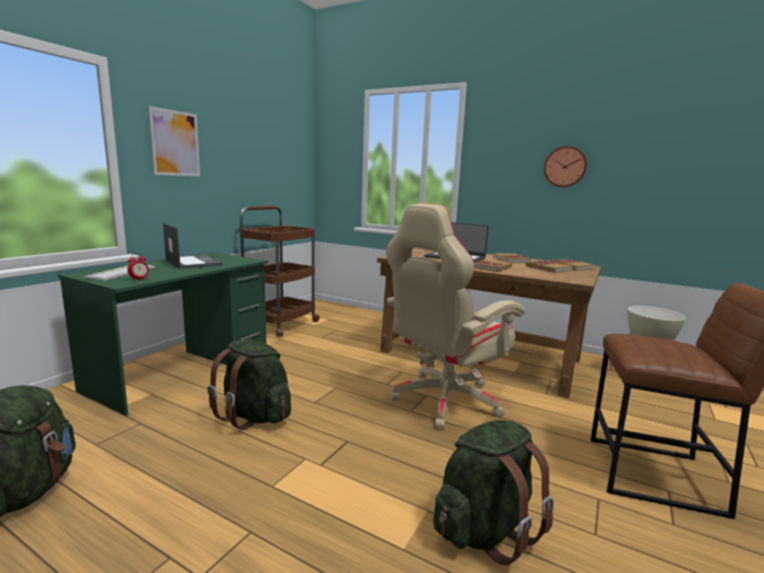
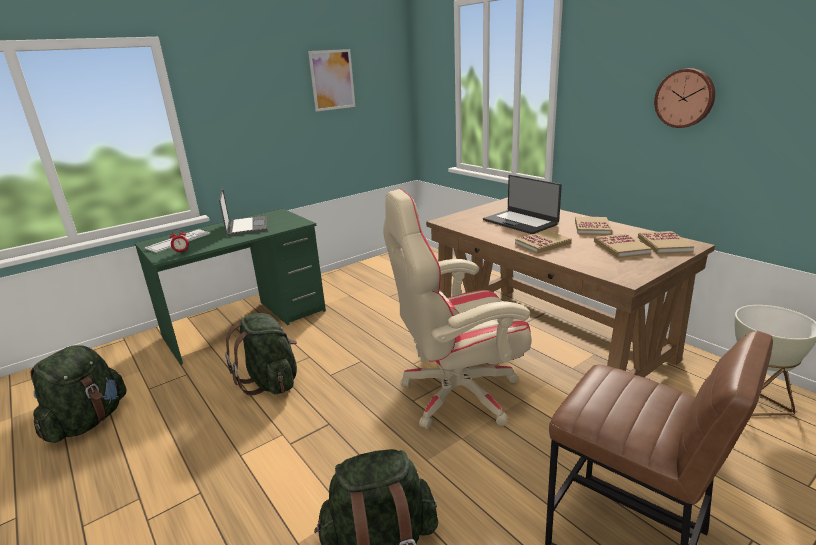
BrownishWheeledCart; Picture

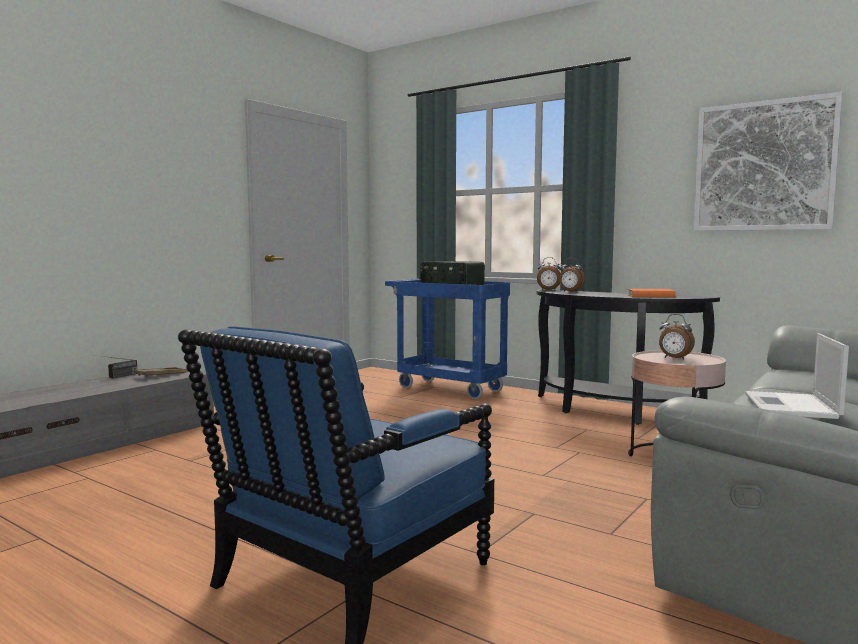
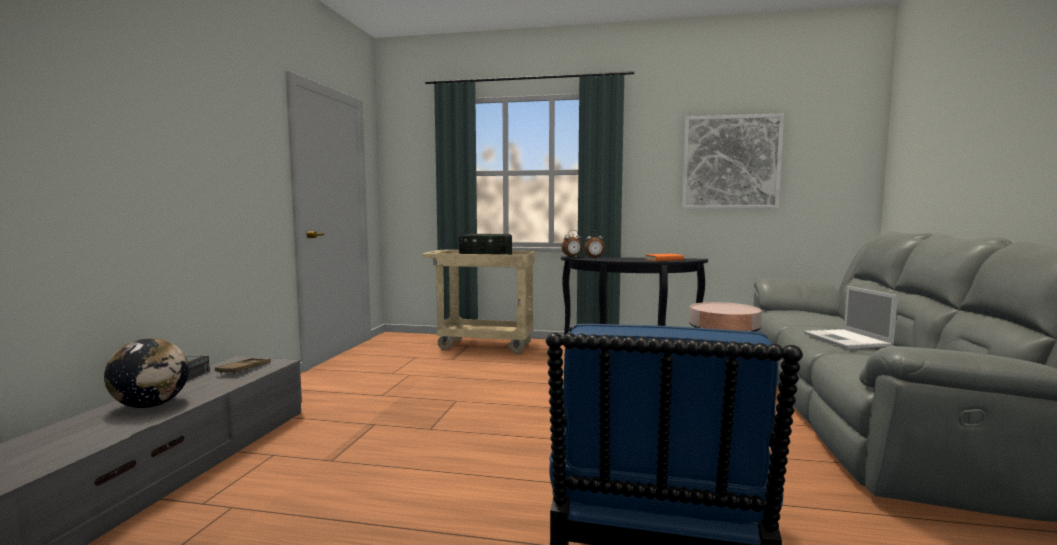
TableClock (3rd from left in the first image); Globe; BeigeWheeledCart

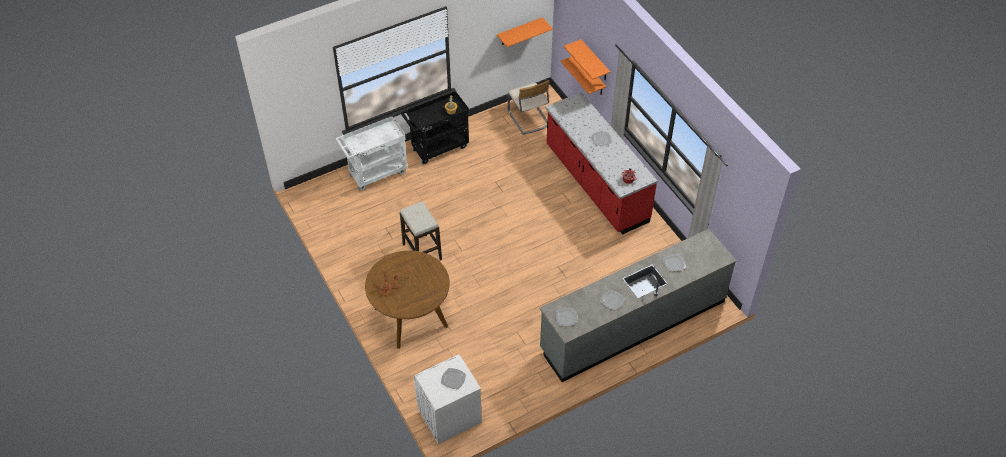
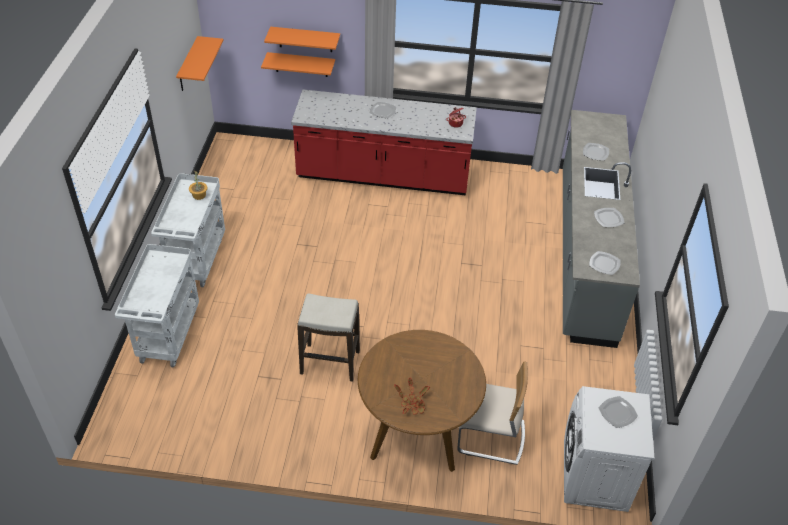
BeigePlainChair; WhiteColouredWheeledCart (2nd from left)

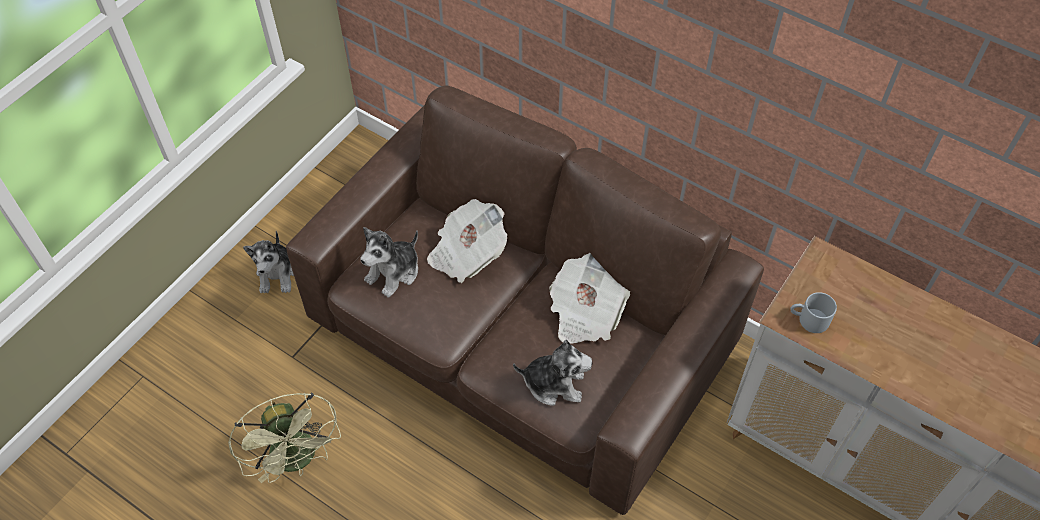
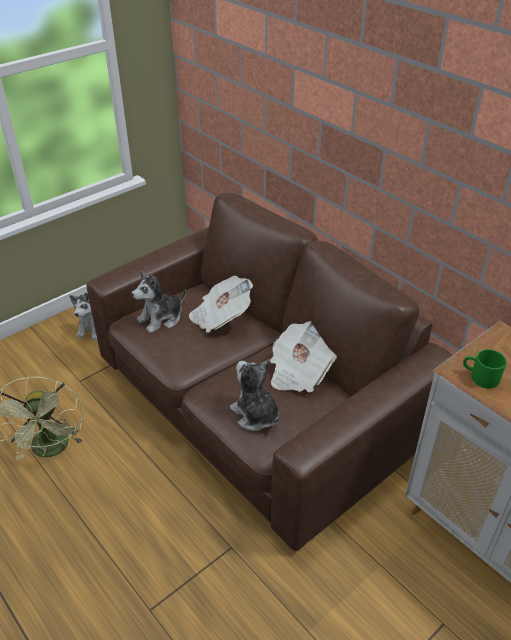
GreenTeaMug; PlushToy (3rd from left)

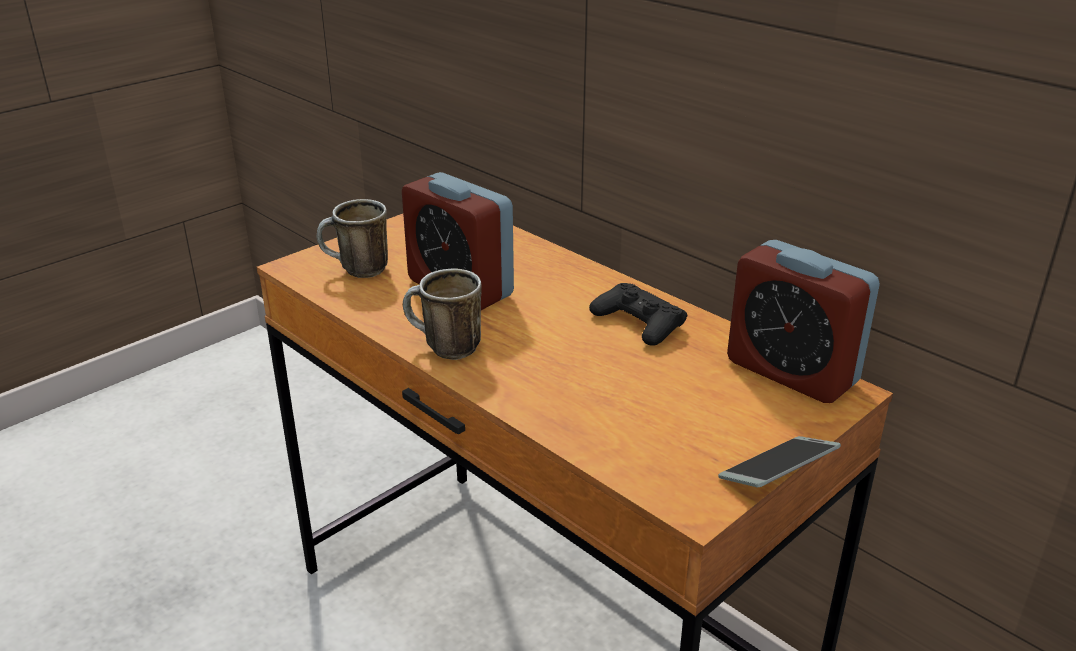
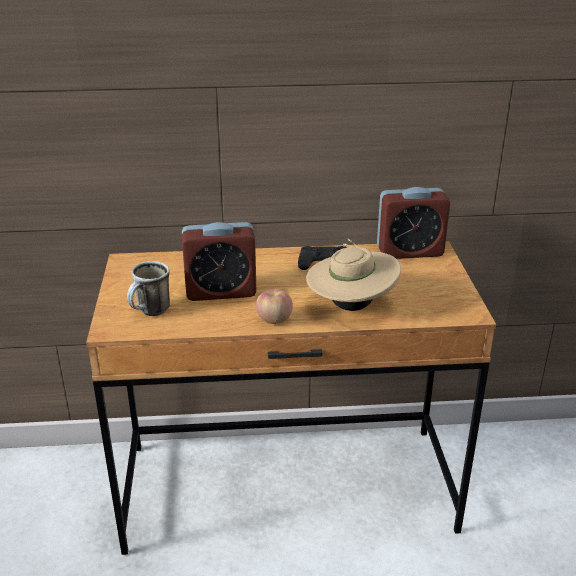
Telephone; BeigeClothingHat; Apple

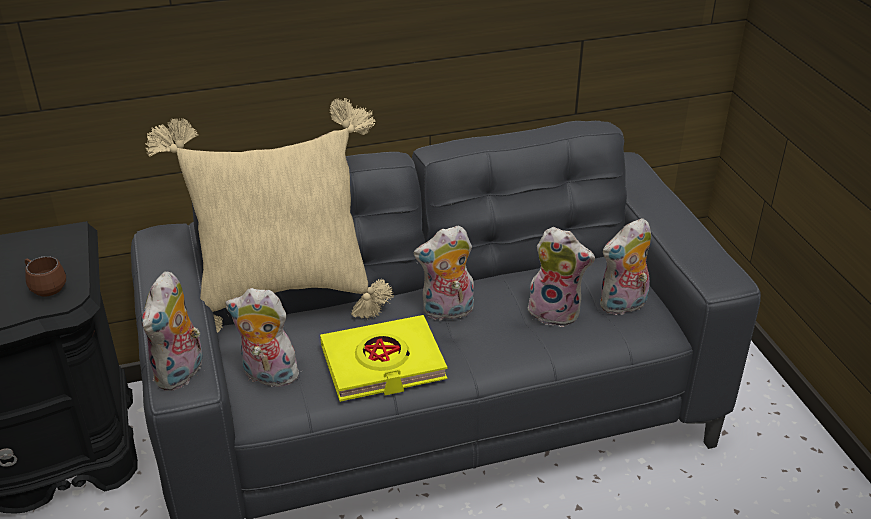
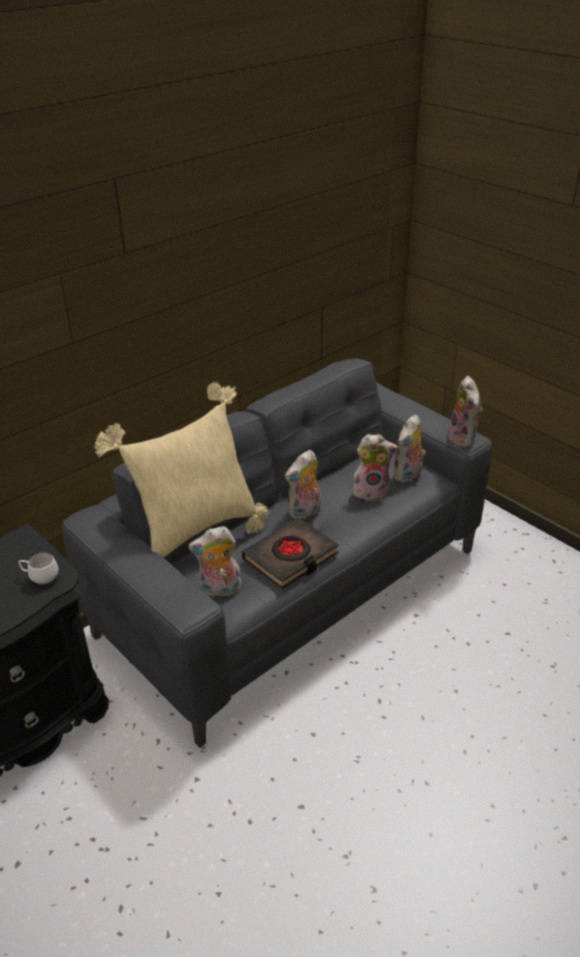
PlushToy (5th from left); WhiteColouredTeaMug; BlackVolume

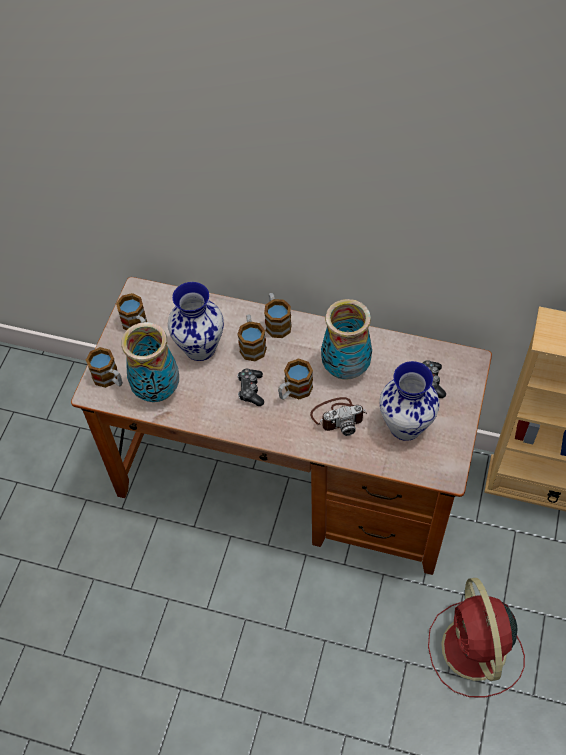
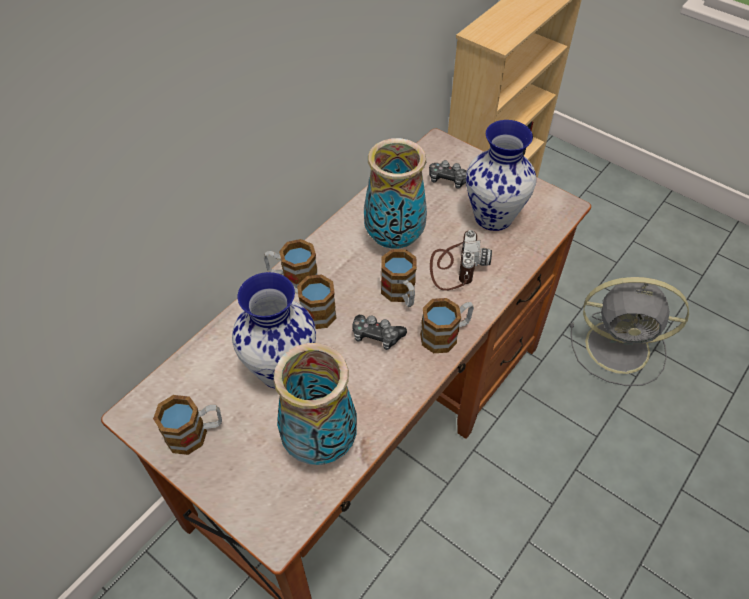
TeaMug (5th from left); GreyishElectricFan

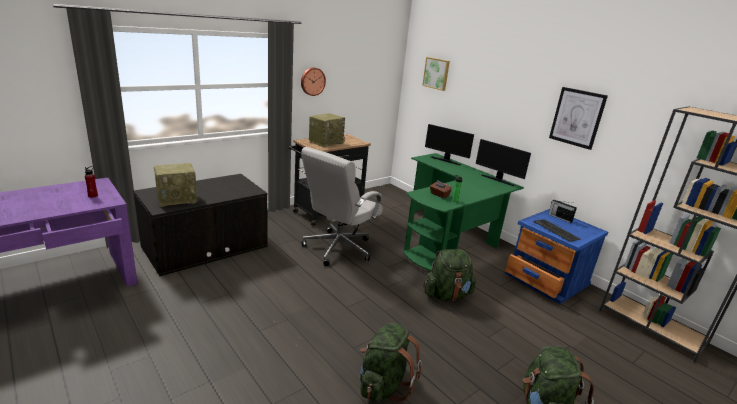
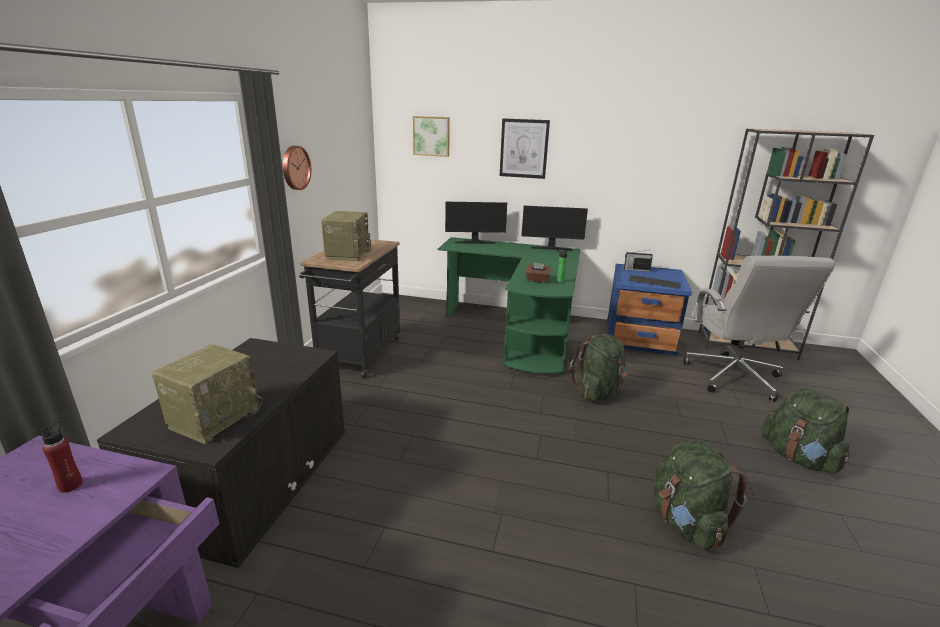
GreyishDeskChair; Picture (2nd from left)

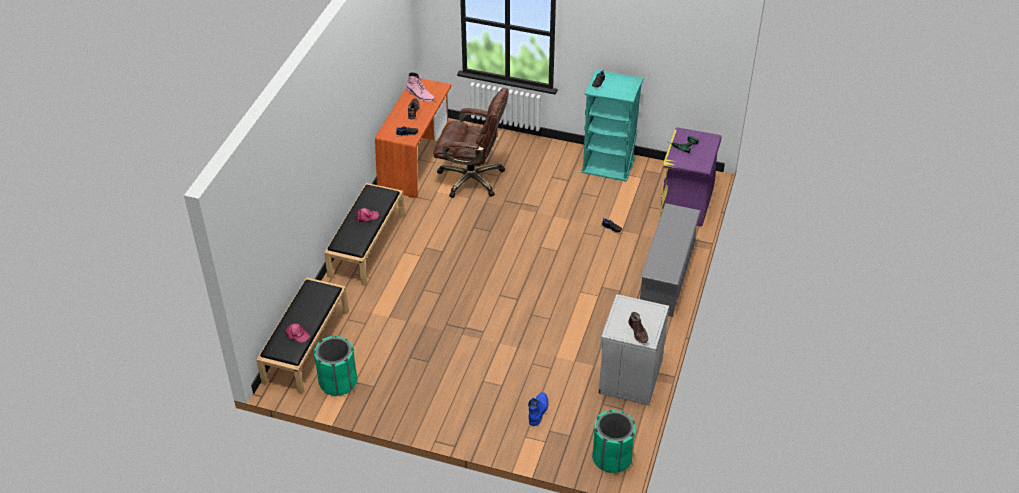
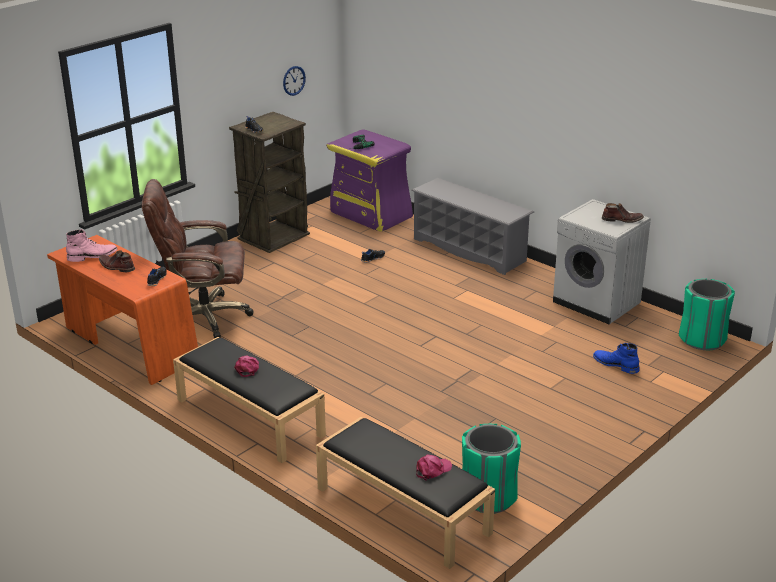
HangingClock; BrownishBookshelf; BrownishDeskChair

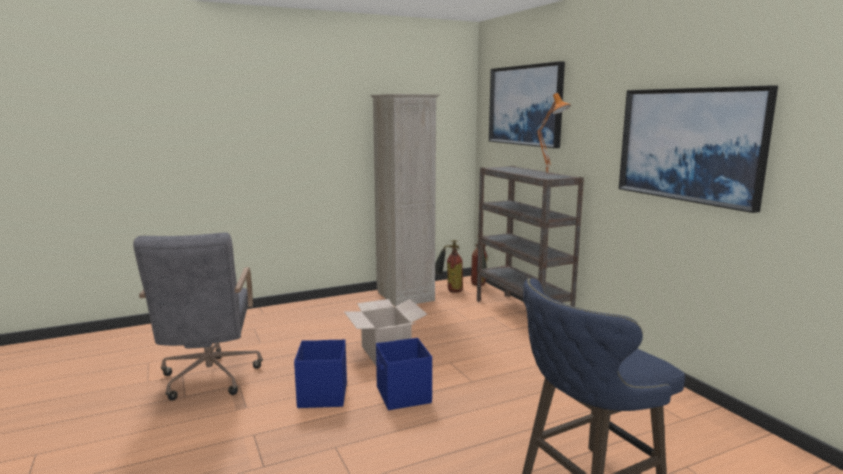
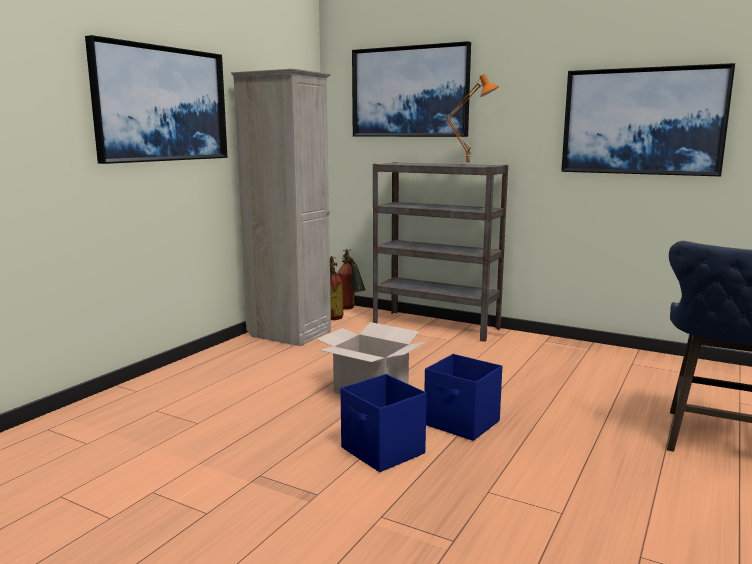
GreyishDeskChair; Picture (1st from left)

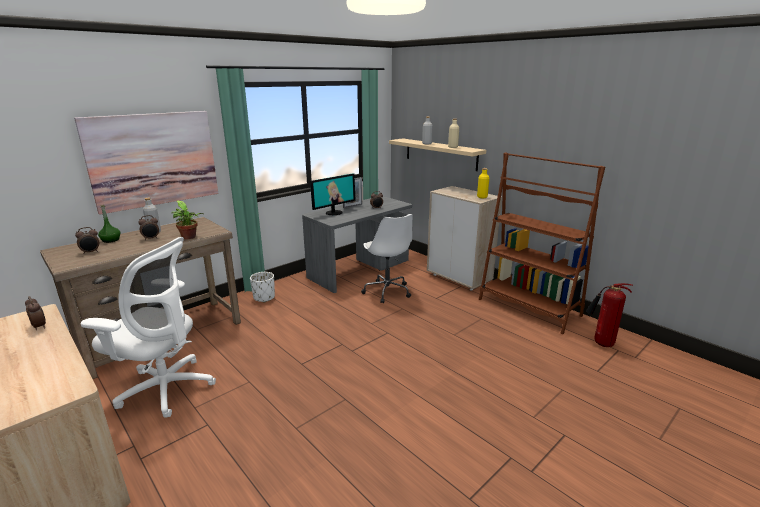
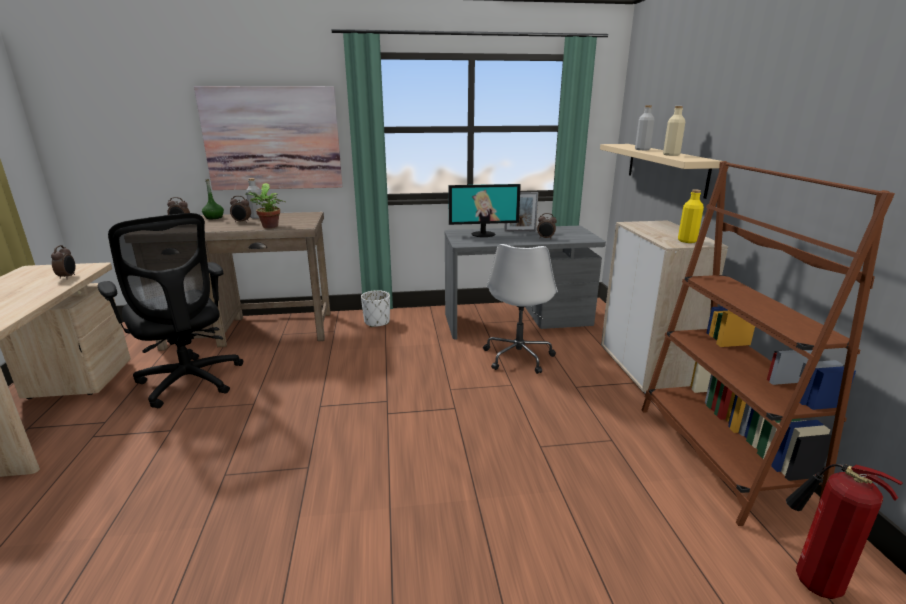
BlackDeskChair

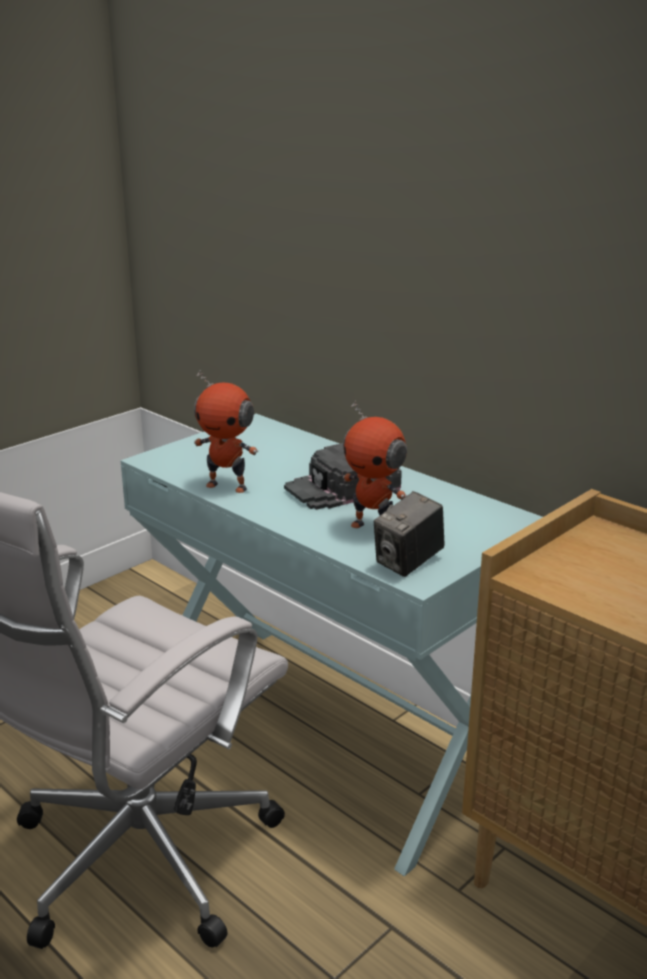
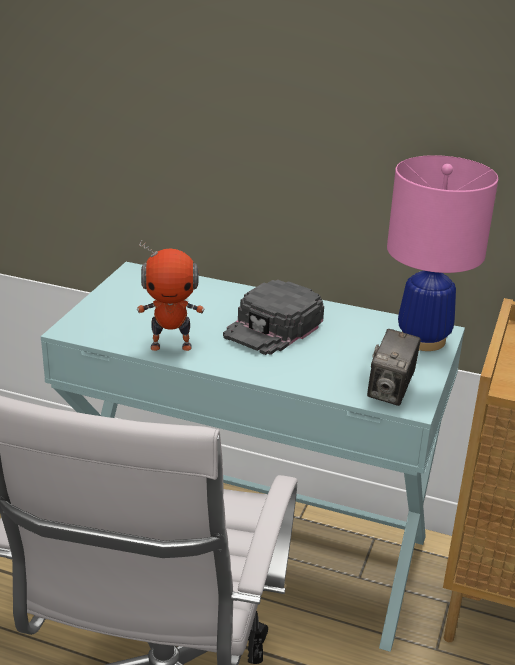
RobotFigure (2nd from left in the first image); PinkColouredTabletopLamp

